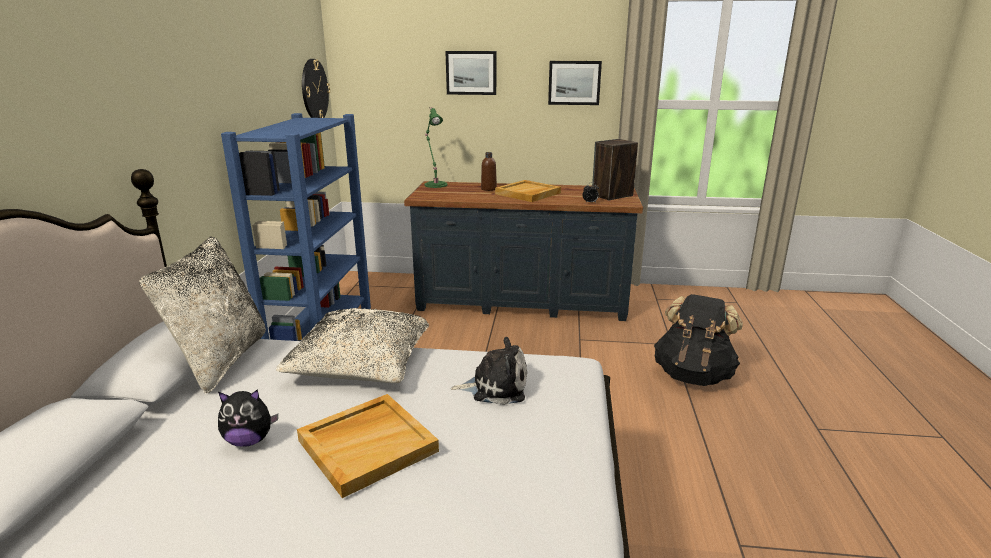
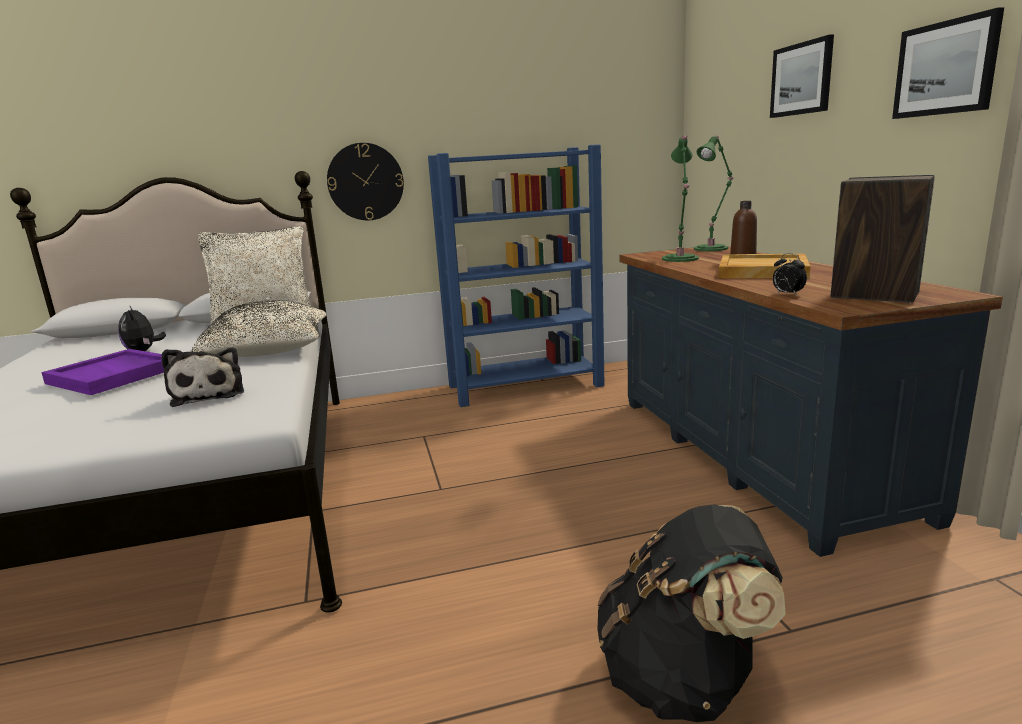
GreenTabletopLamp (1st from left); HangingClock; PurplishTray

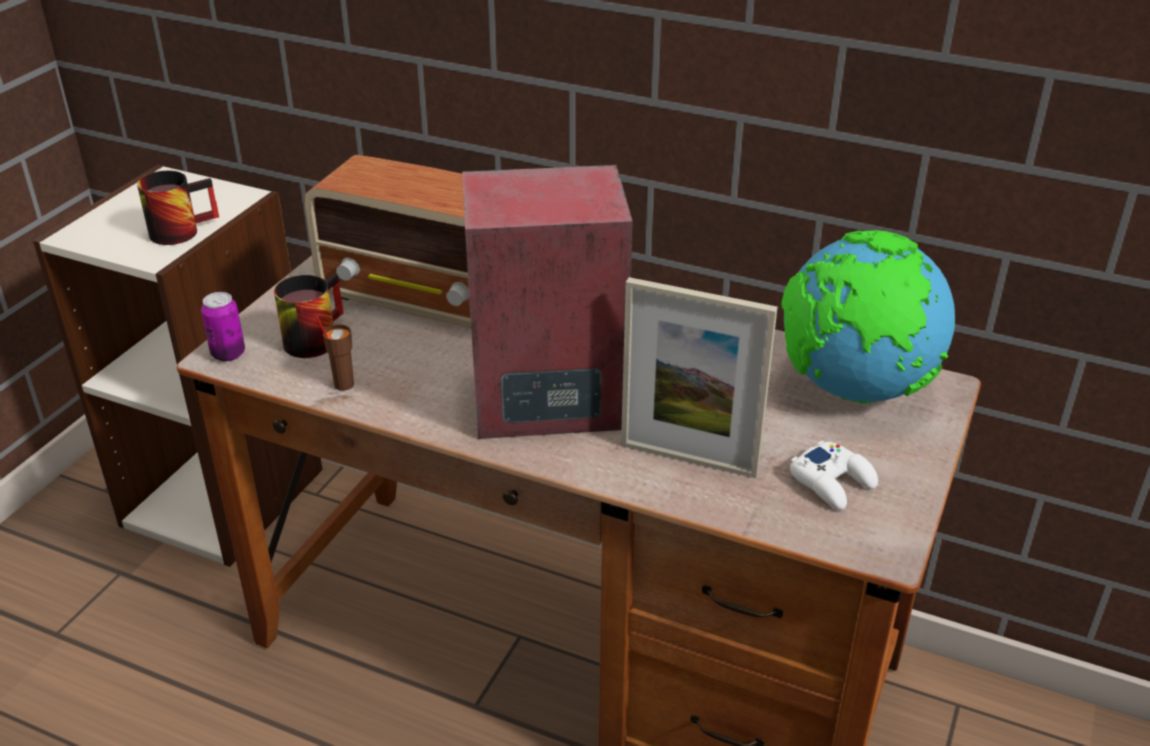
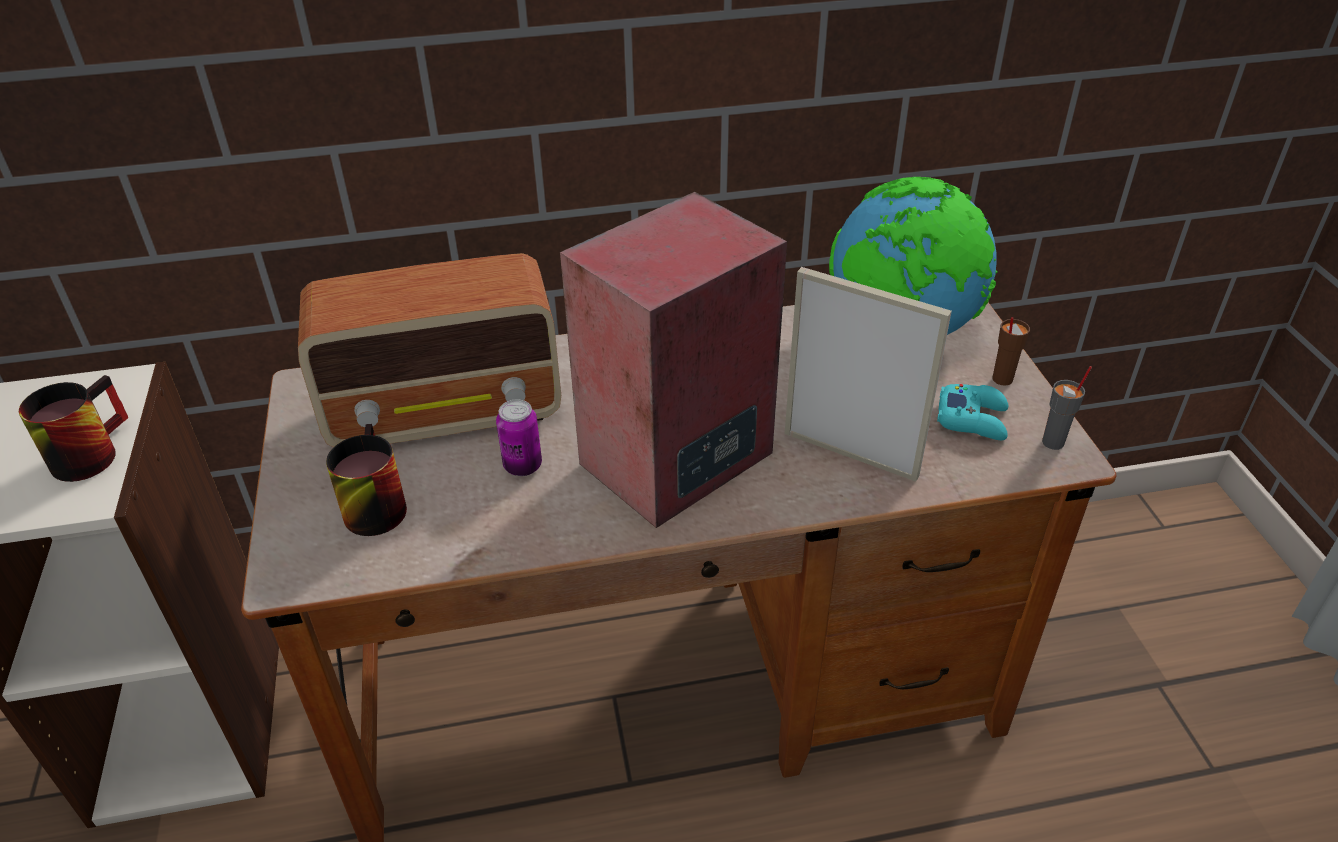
GreyishCup; MetalCan; BrownishCup; TurquoiseColouredGamepad; PictureFrame

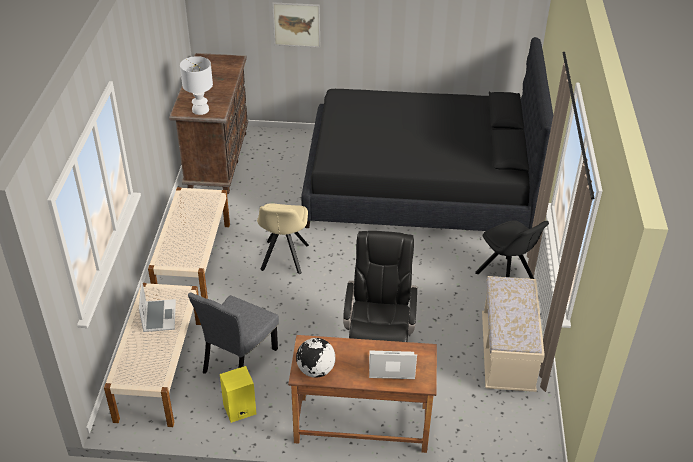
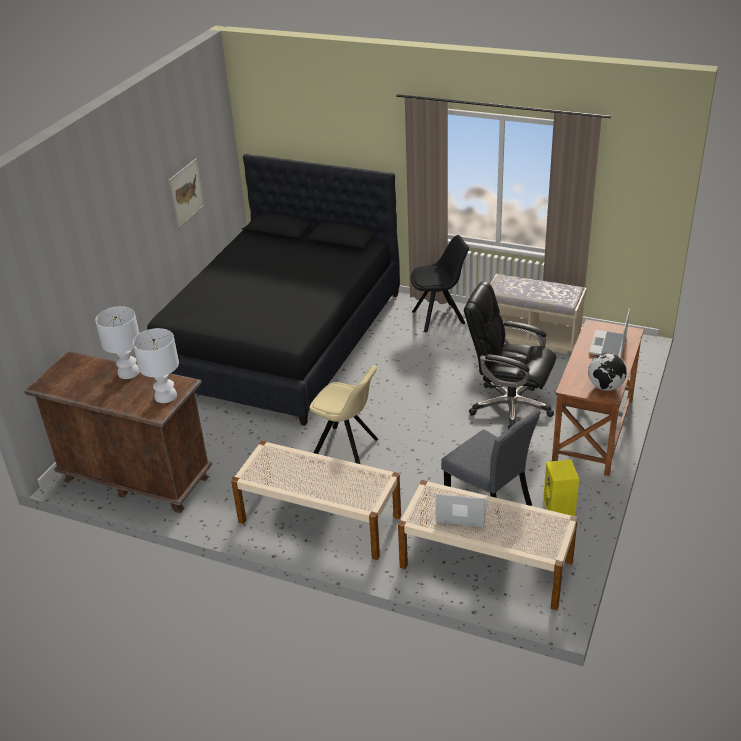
WhiteColouredTabletopLamp (1st from left); Picture

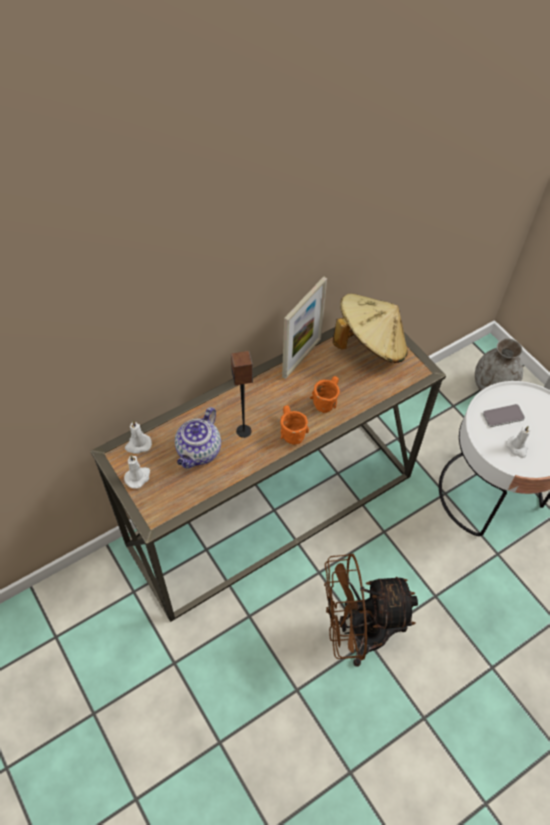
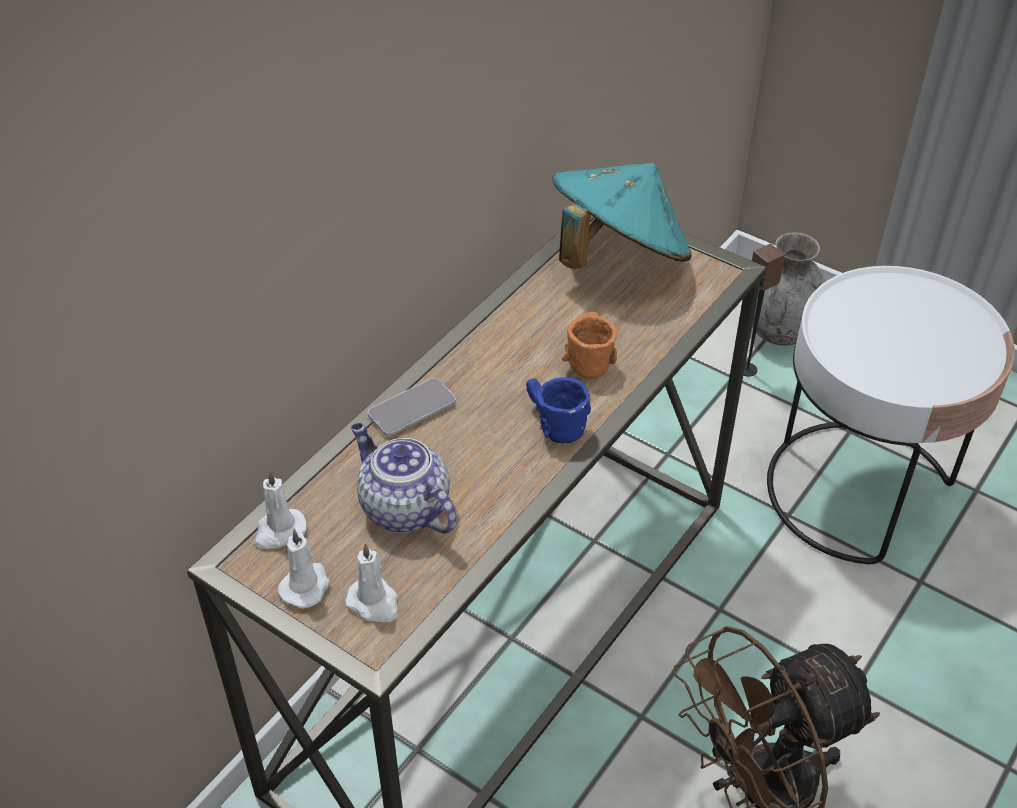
PictureFrame; AudioSpeaker; Telephone; WhiteColouredWaxCandle (3rd from left); BluishTeaMug; TurquoiseColouredClothingHat; Teapot

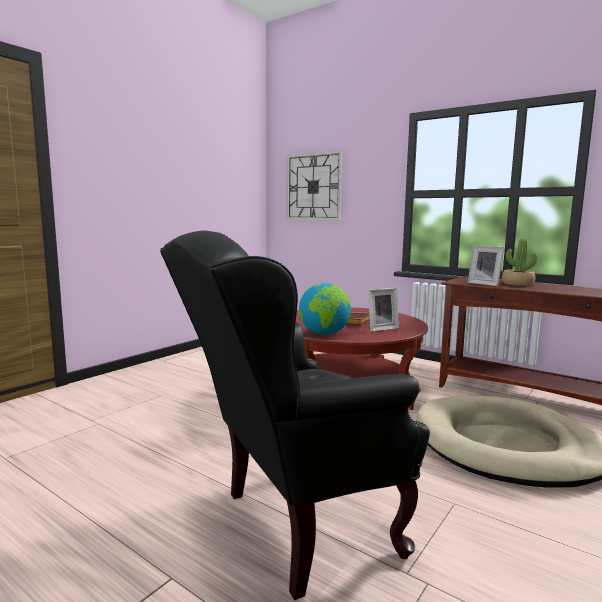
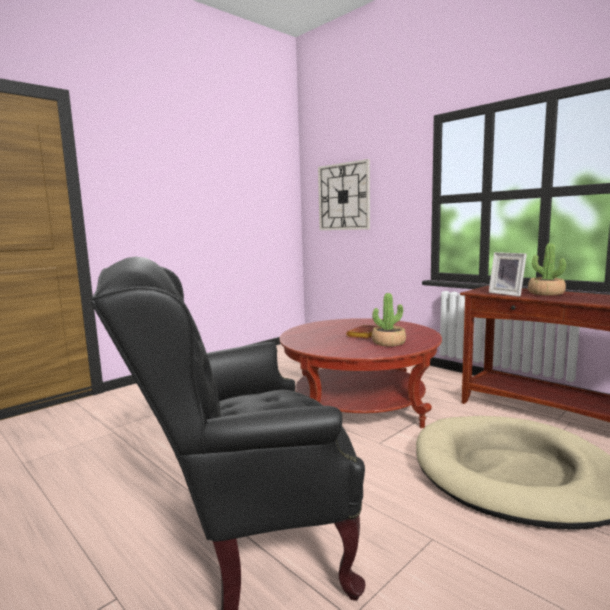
Globe; Houseplant (1st from left)

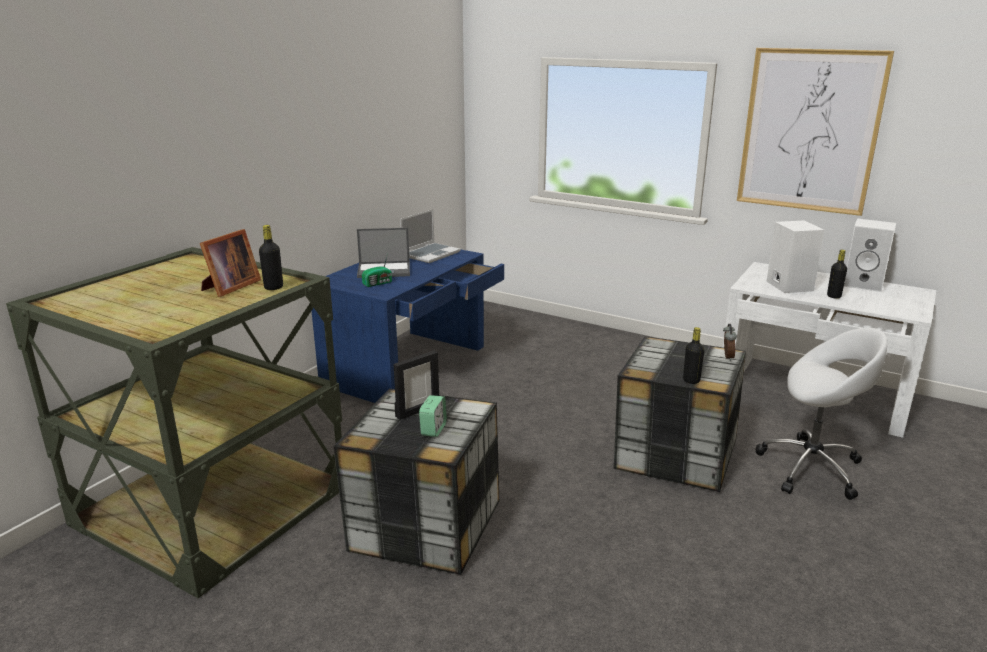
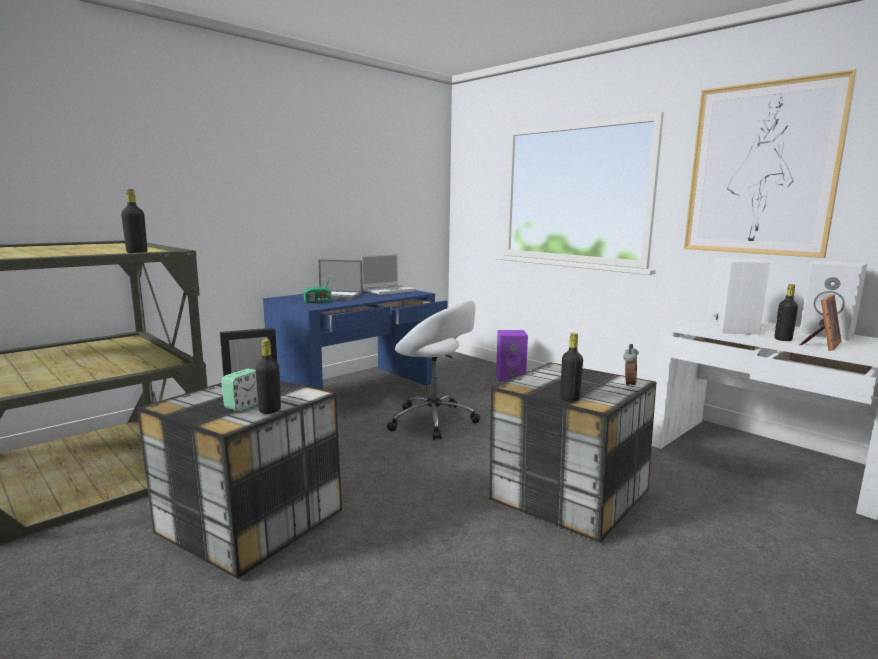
BlackBeverageBottle (2nd from left); PurplishAudioSpeaker; PictureFrame (2nd from left); WhiteColouredDeskChair

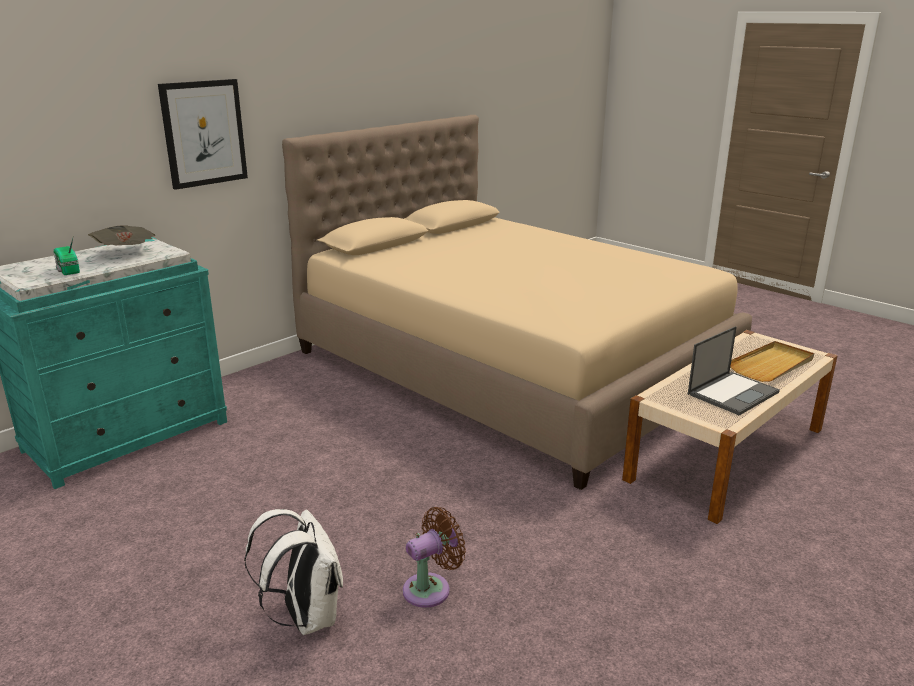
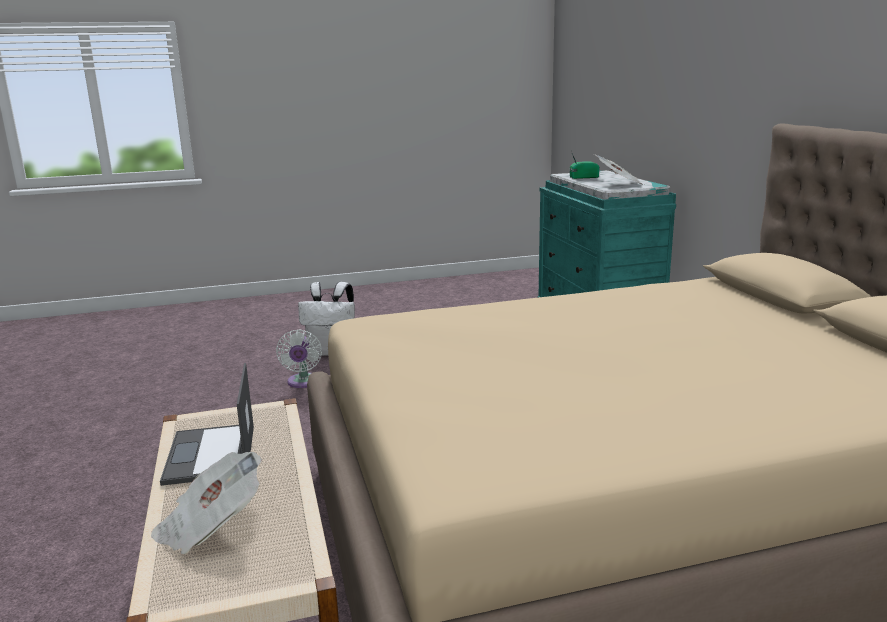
Picture; Newspaper (1st from left); WhiteColouredElectricFan

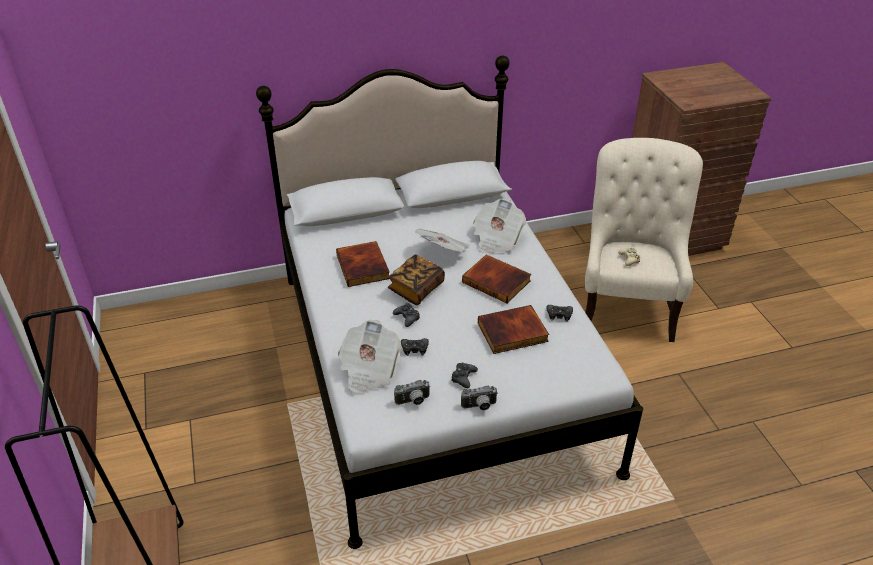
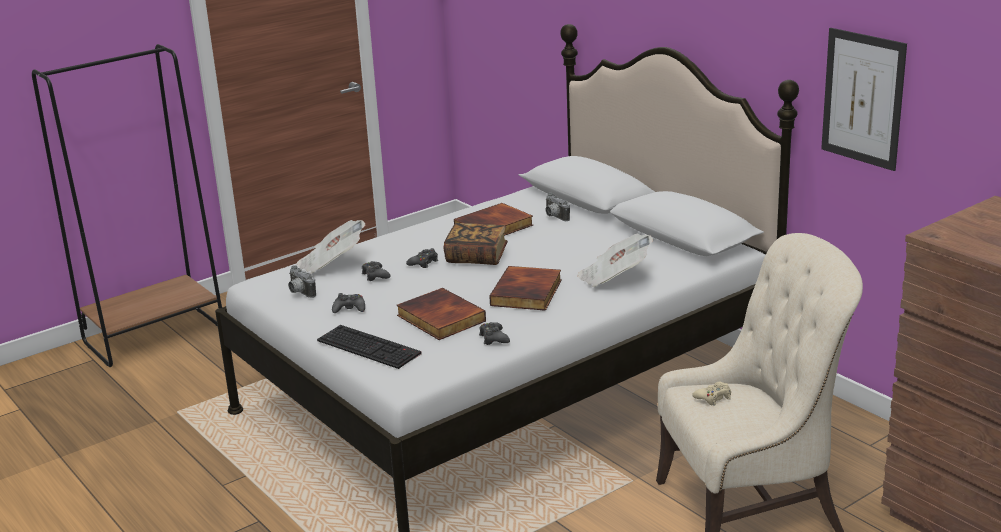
Newspaper (2nd from left in the first image); ComputerKeyboard; Picture; StillCamera (2nd from left)

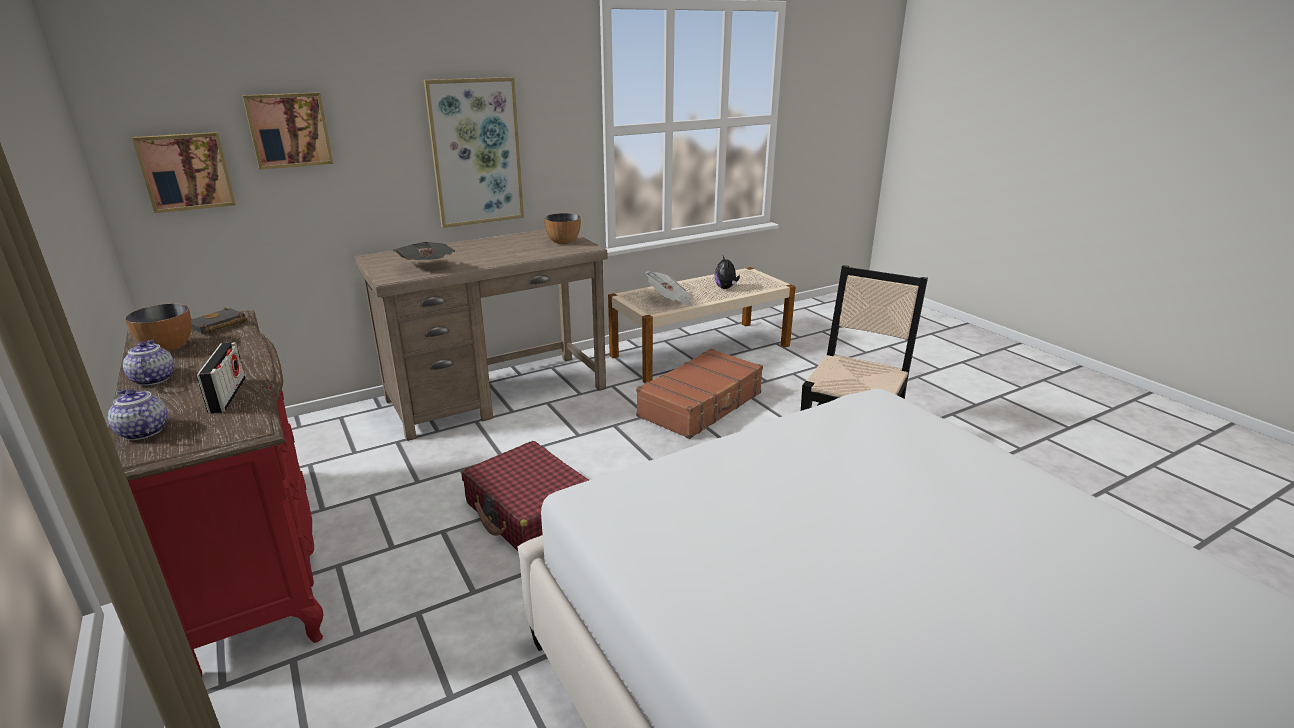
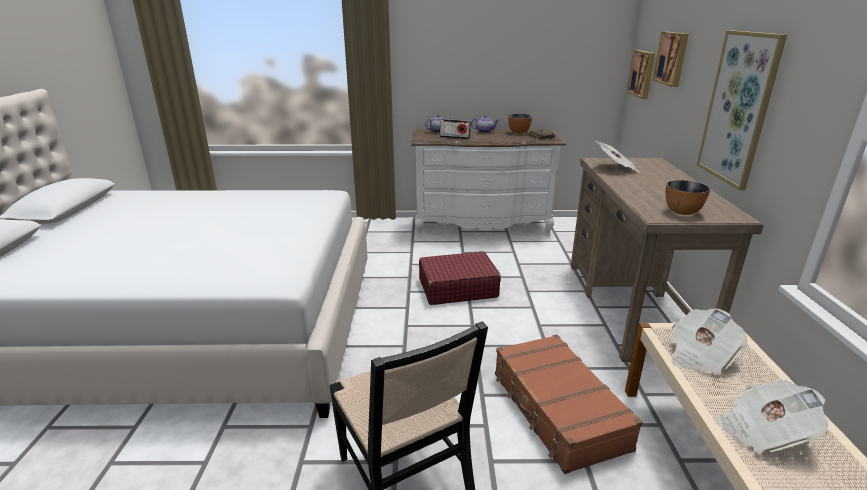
Newspaper (3rd from left); WhiteColouredDrawerChest

